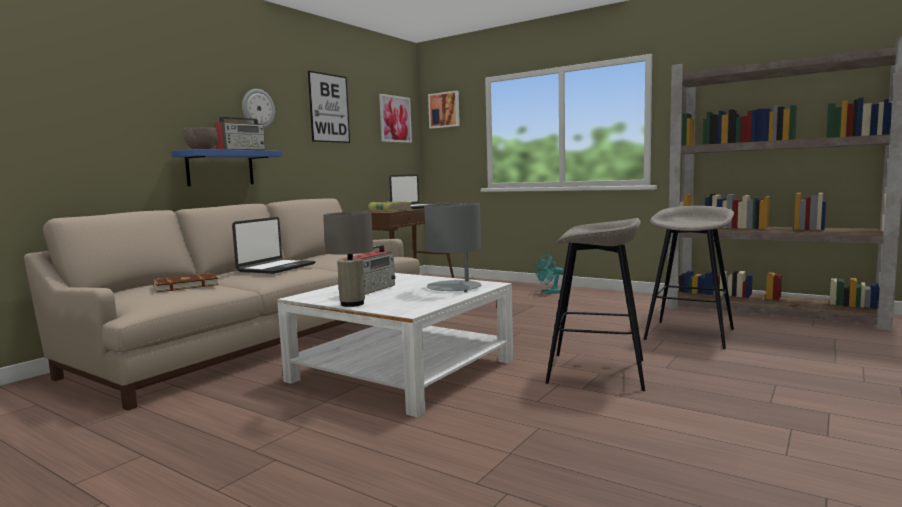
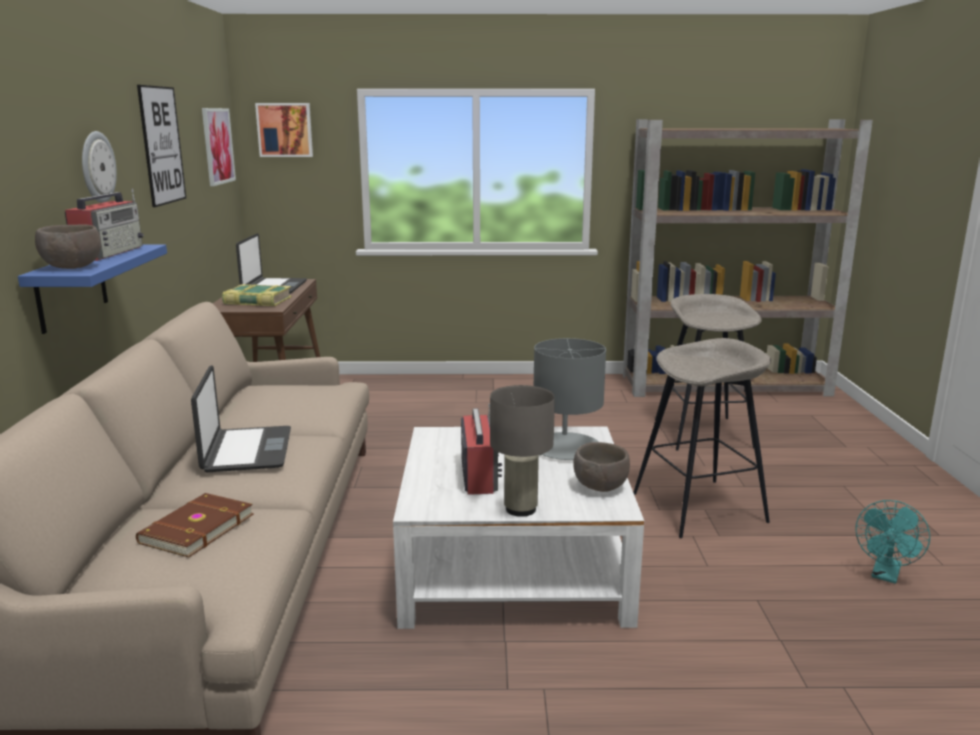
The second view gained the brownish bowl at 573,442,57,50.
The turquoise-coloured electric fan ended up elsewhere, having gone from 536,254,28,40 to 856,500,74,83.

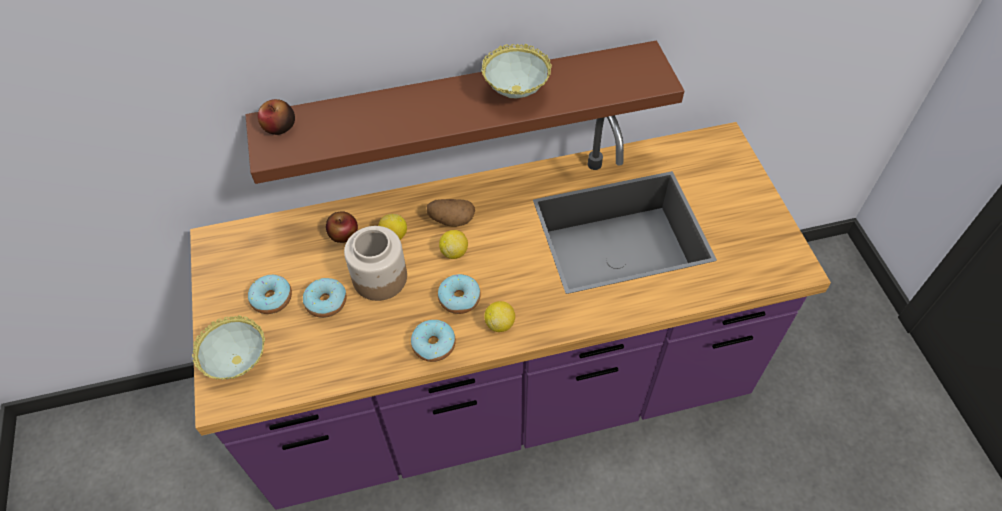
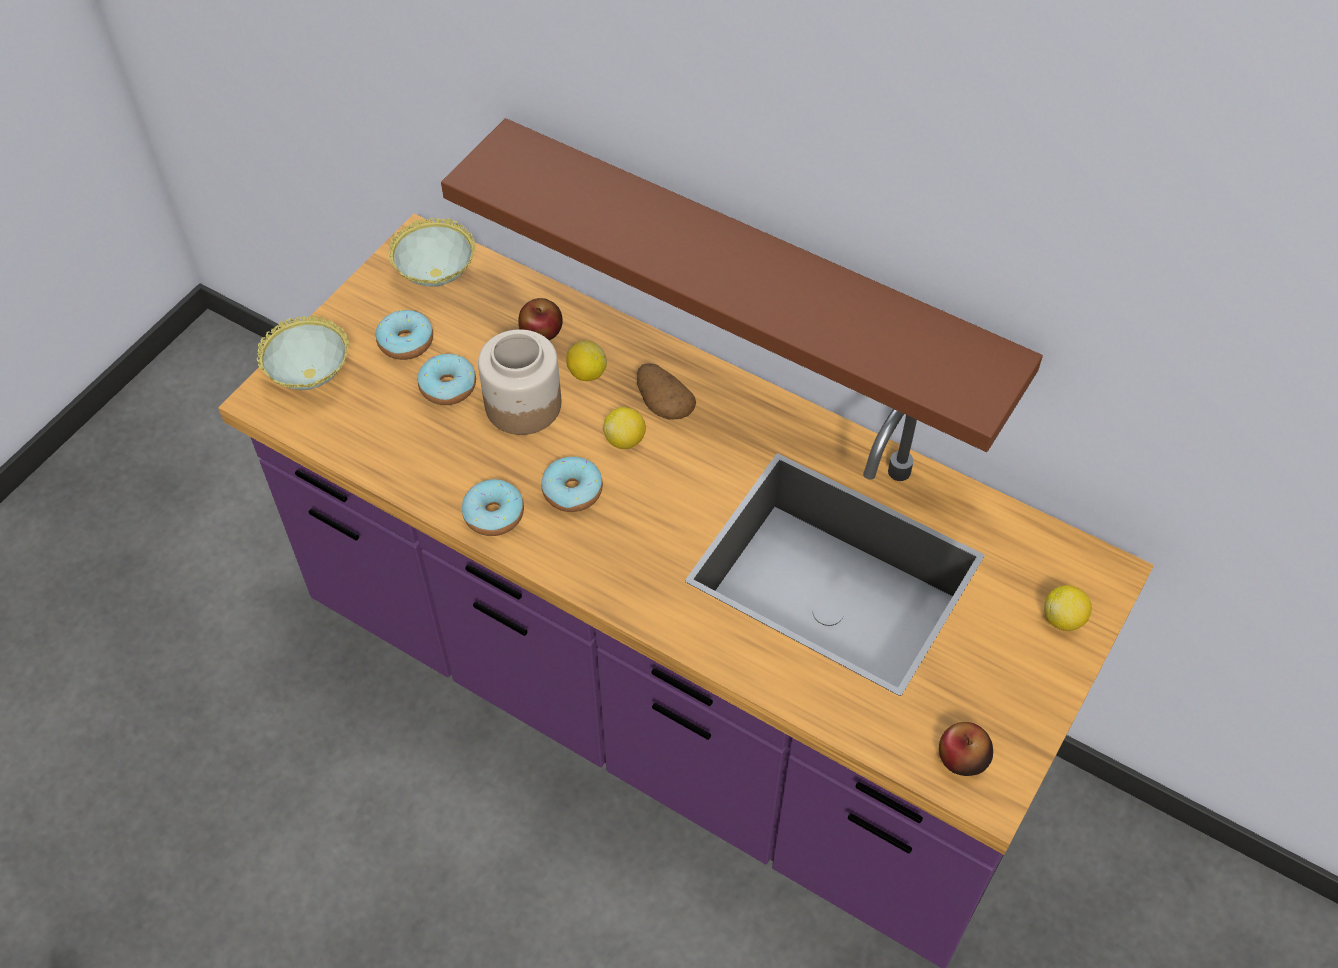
The apple ended up elsewhere, having gone from 258,99,37,36 to 939,722,54,54.
The bowl ended up elsewhere, having gone from 481,44,71,54 to 388,218,87,69.
The lemon ended up elsewhere, having gone from 485,301,30,31 to 1044,585,48,46.

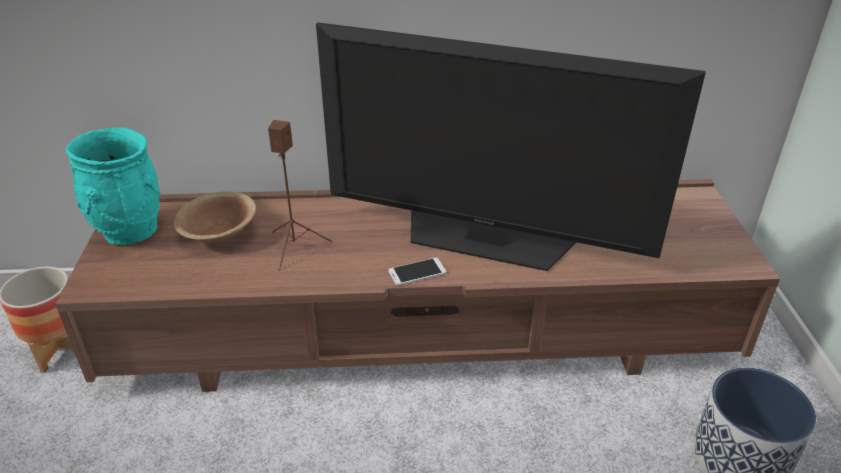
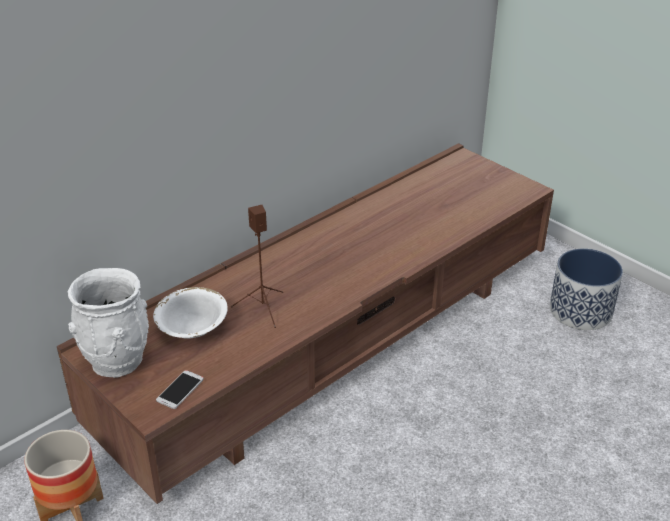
The second view lost the TV at 316,22,390,249.
The telephone ended up elsewhere, having gone from 388,258,59,28 to 156,370,48,39.
What was the turquoise-coloured flower vase at 66,128,95,117 turned into the whitish flower vase at 68,268,81,110.
What was the brownish bowl at 174,191,82,52 turned into the whitish bowl at 153,287,75,52.

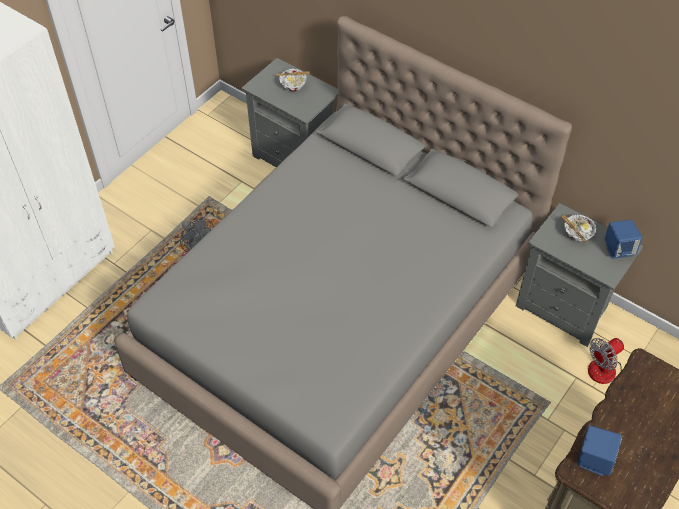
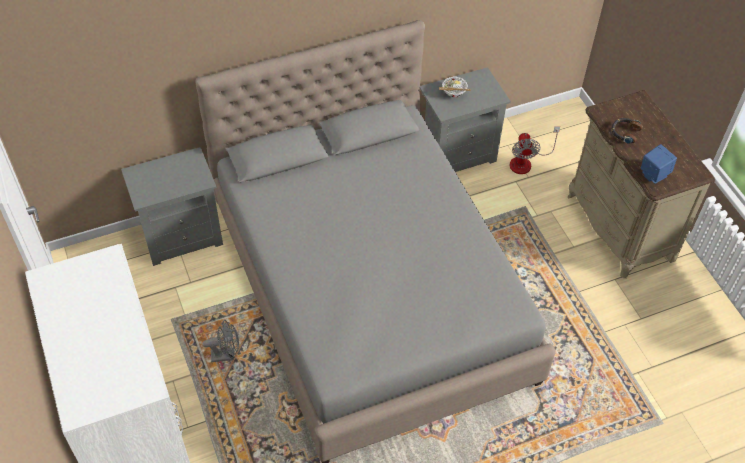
The second view lost the bowl at 276,69,34,22.
The second view lost the bluish audio speaker at 605,220,37,39.
The second view gained the pair of headphones at 611,118,32,26.

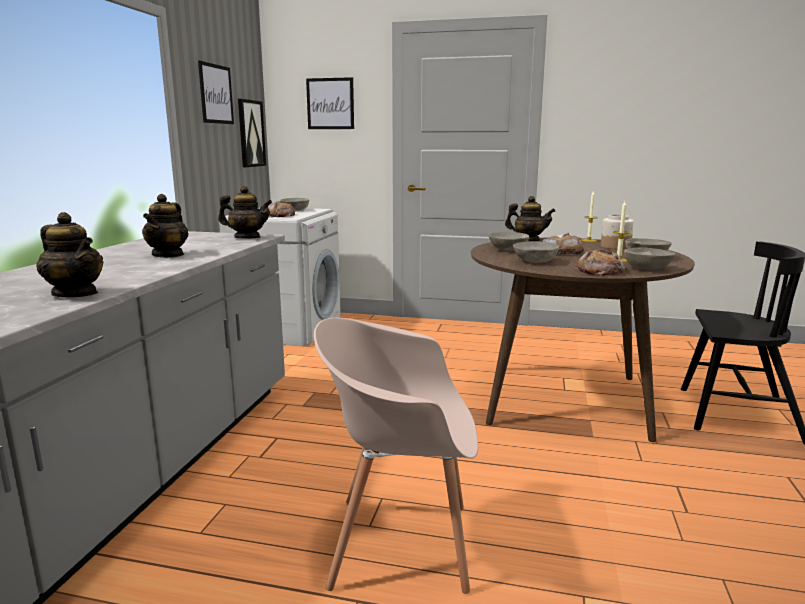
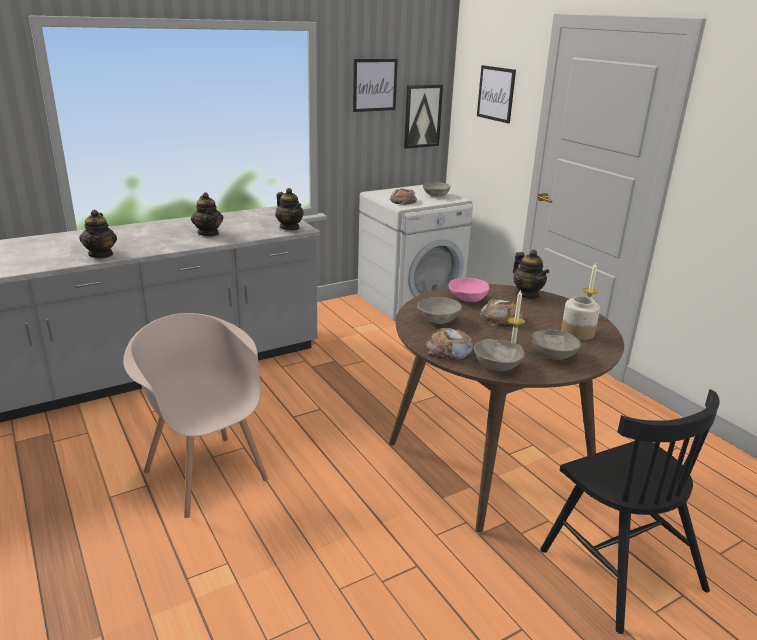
What was the greyish bowl at 489,232,40,19 turned into the pink bowl at 449,278,41,24.
The pot for tea at 142,194,47,64 ended up facing another way, 75 degrees counterclockwise from before.

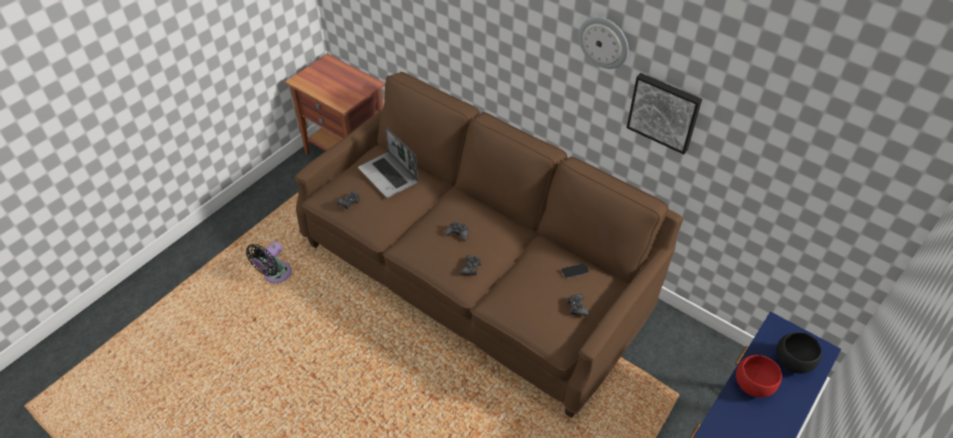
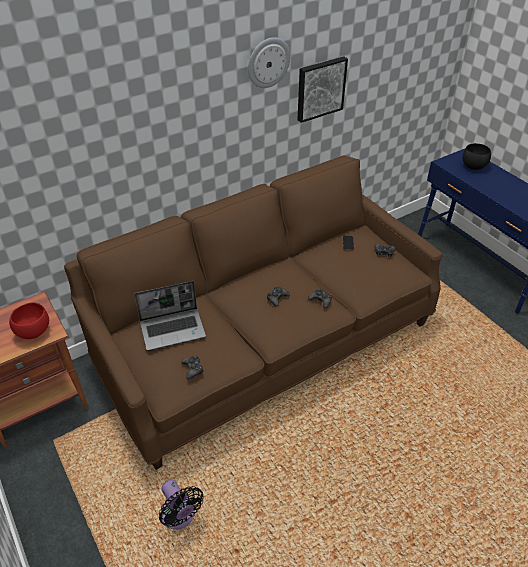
The red bowl ended up elsewhere, having gone from 736,355,46,43 to 9,302,40,37.

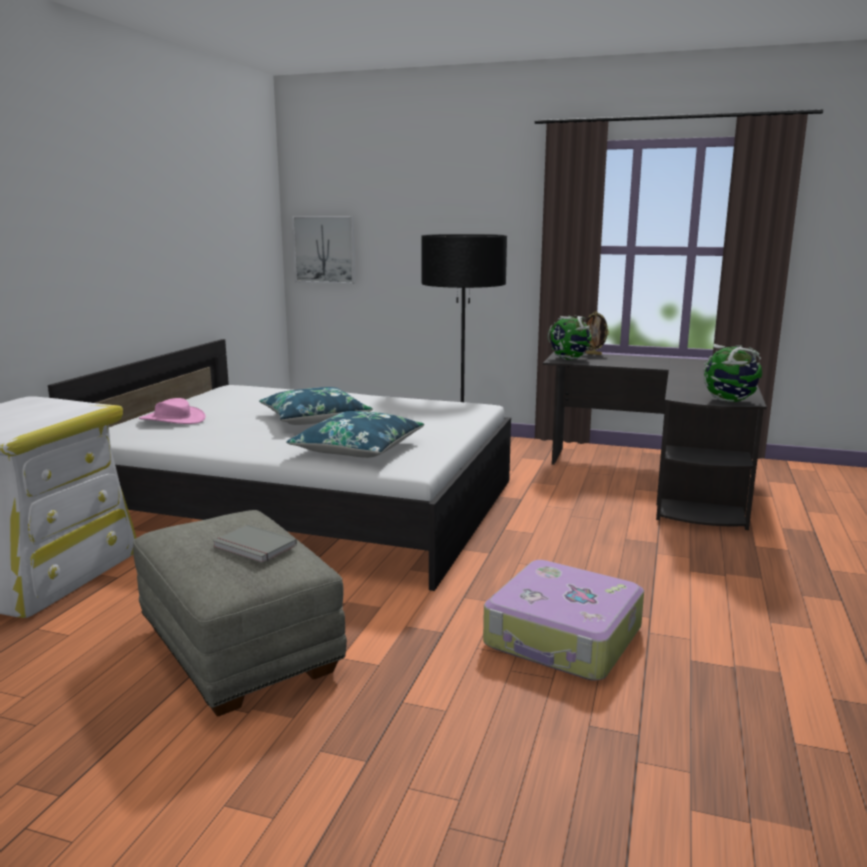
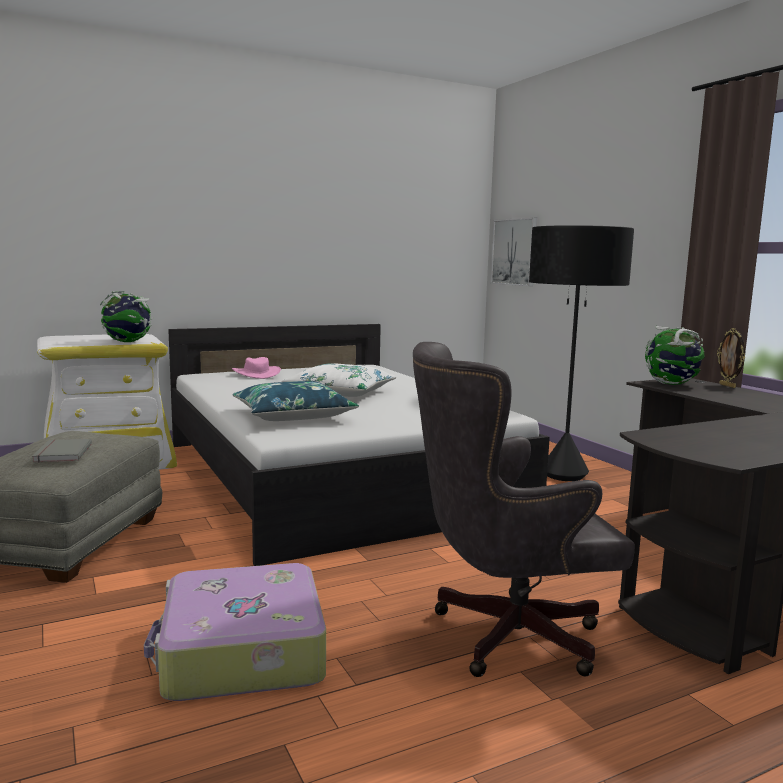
The second view gained the greyish computer chair at 413,342,222,335.
The desk globe ended up elsewhere, having gone from 704,344,58,58 to 100,291,54,51.
What was the bluish cushion at 259,387,114,38 turned into the whitish cushion at 281,363,116,34.

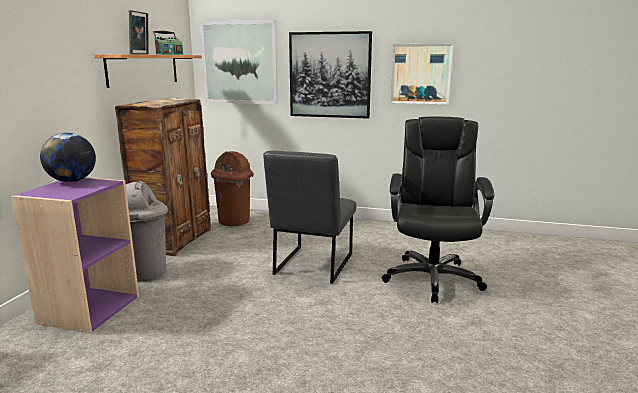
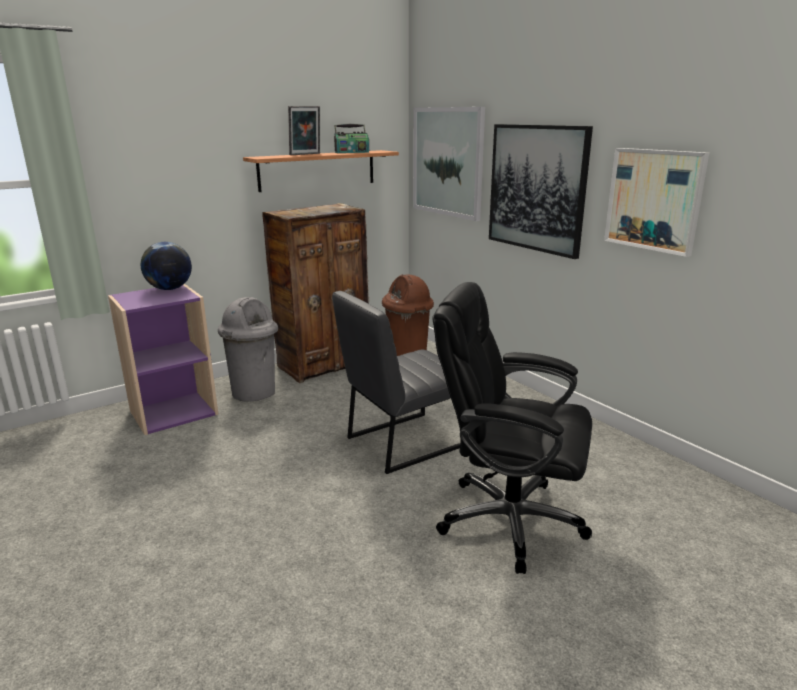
The black computer chair at 381,116,113,187 ended up facing another way, 120 degrees counterclockwise from before.

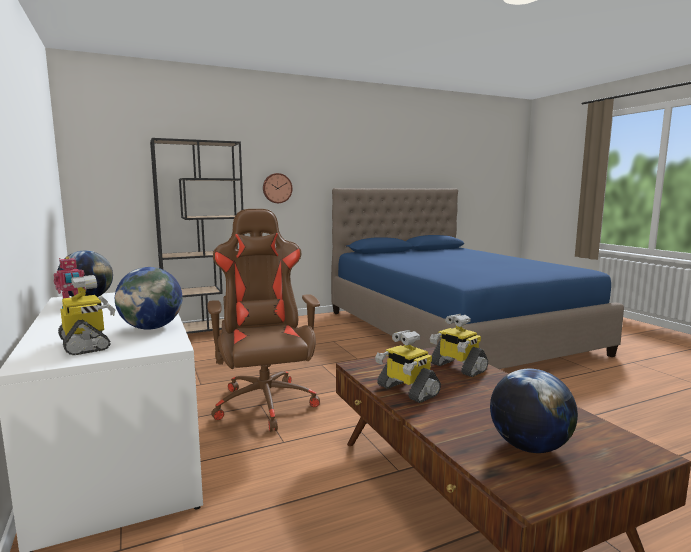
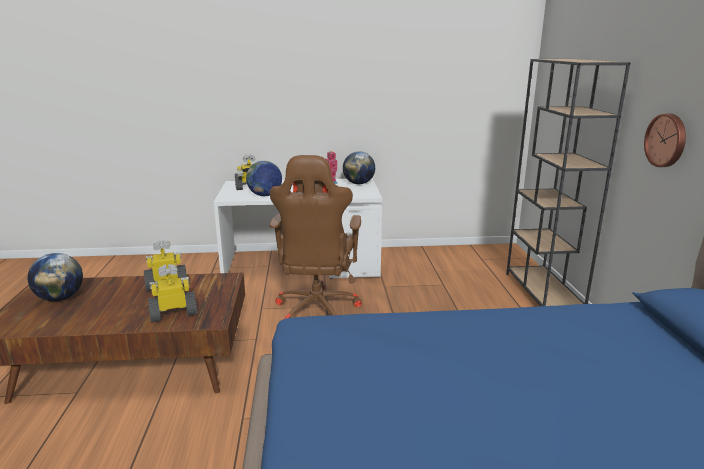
The brownish computer chair at 207,209,113,223 ended up facing another way, 90 degrees clockwise from before.

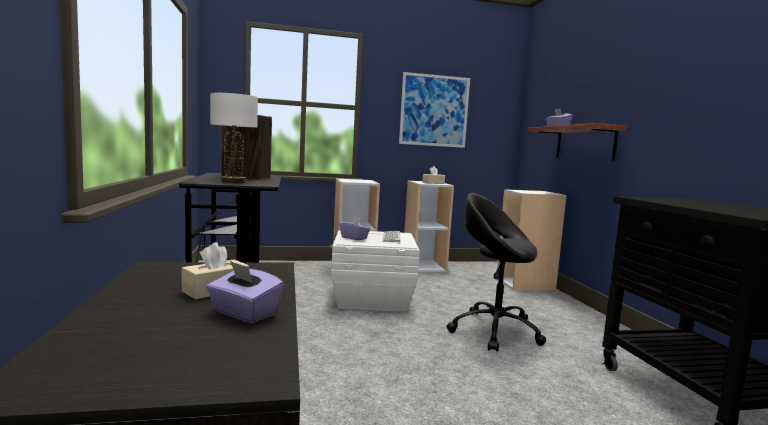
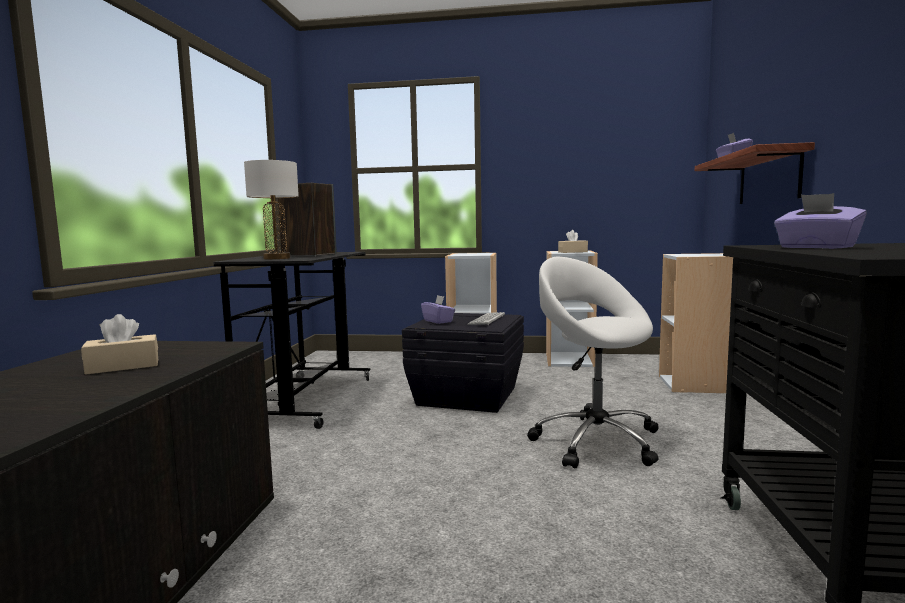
The second view lost the wall picture at 399,72,71,76.
The purple-coloured tissue box ended up elsewhere, having gone from 207,261,77,62 to 774,193,93,56.
What was the whitish storage bin at 329,230,91,82 turned into the black storage bin at 402,313,122,100.
What was the black computer chair at 447,193,99,158 turned into the whitish computer chair at 527,256,132,212.

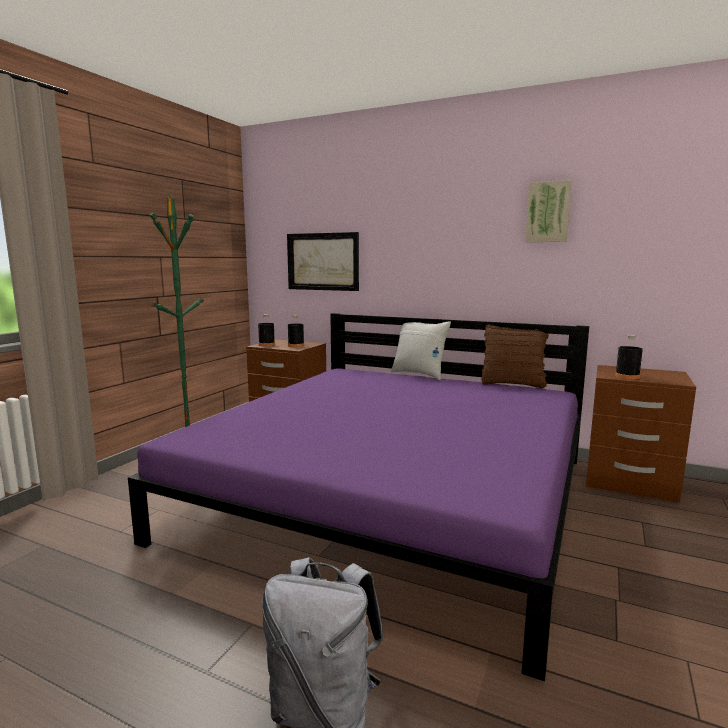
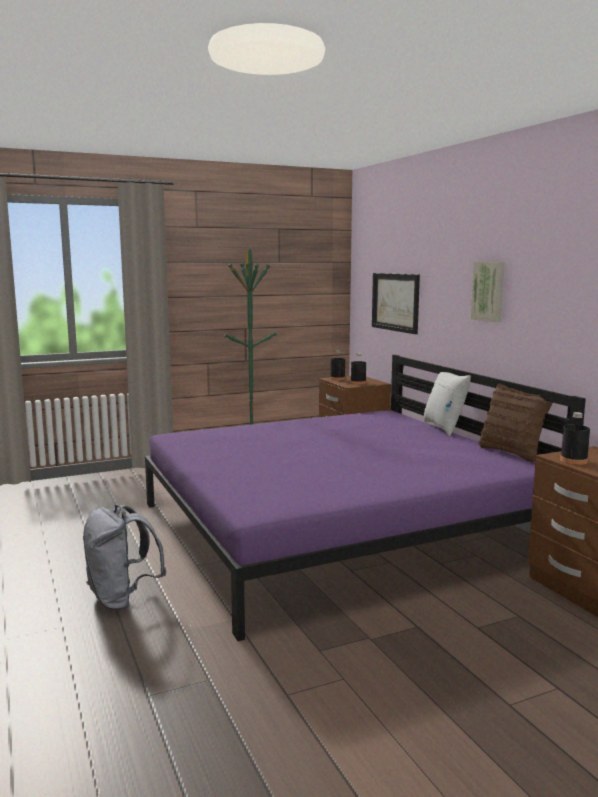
The wall picture ended up elsewhere, having gone from 525,180,47,62 to 471,262,34,60.

